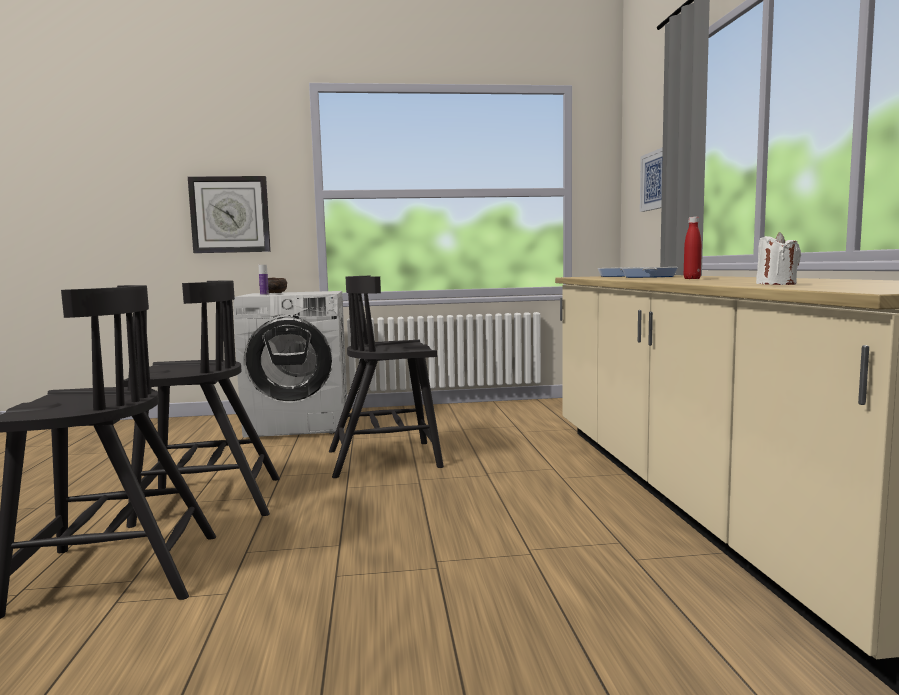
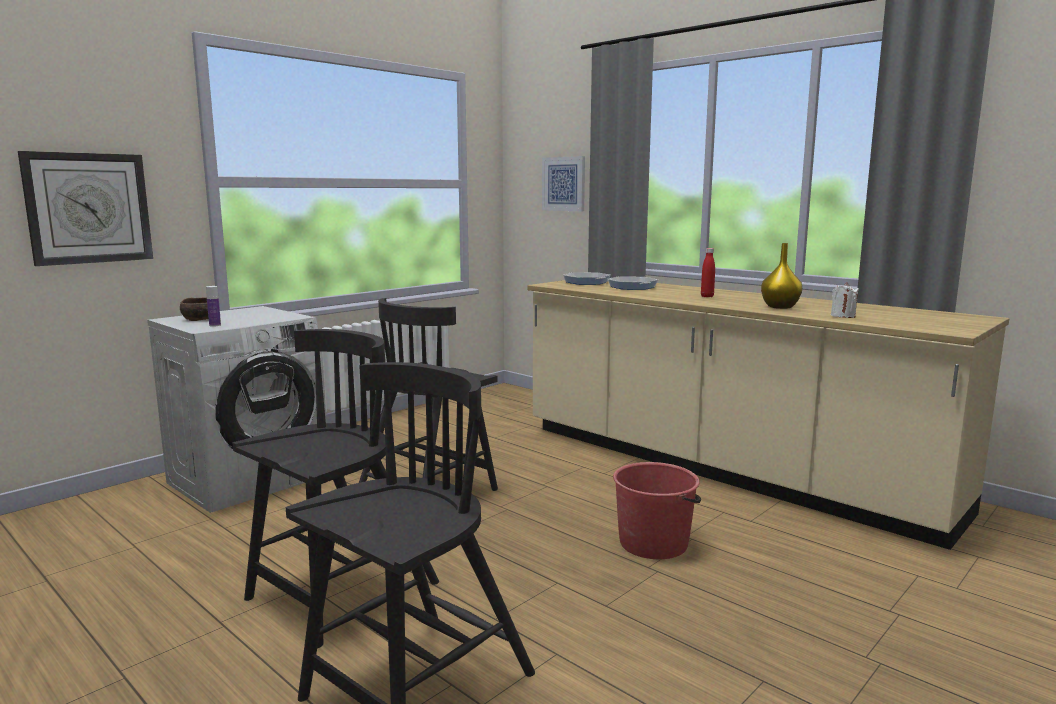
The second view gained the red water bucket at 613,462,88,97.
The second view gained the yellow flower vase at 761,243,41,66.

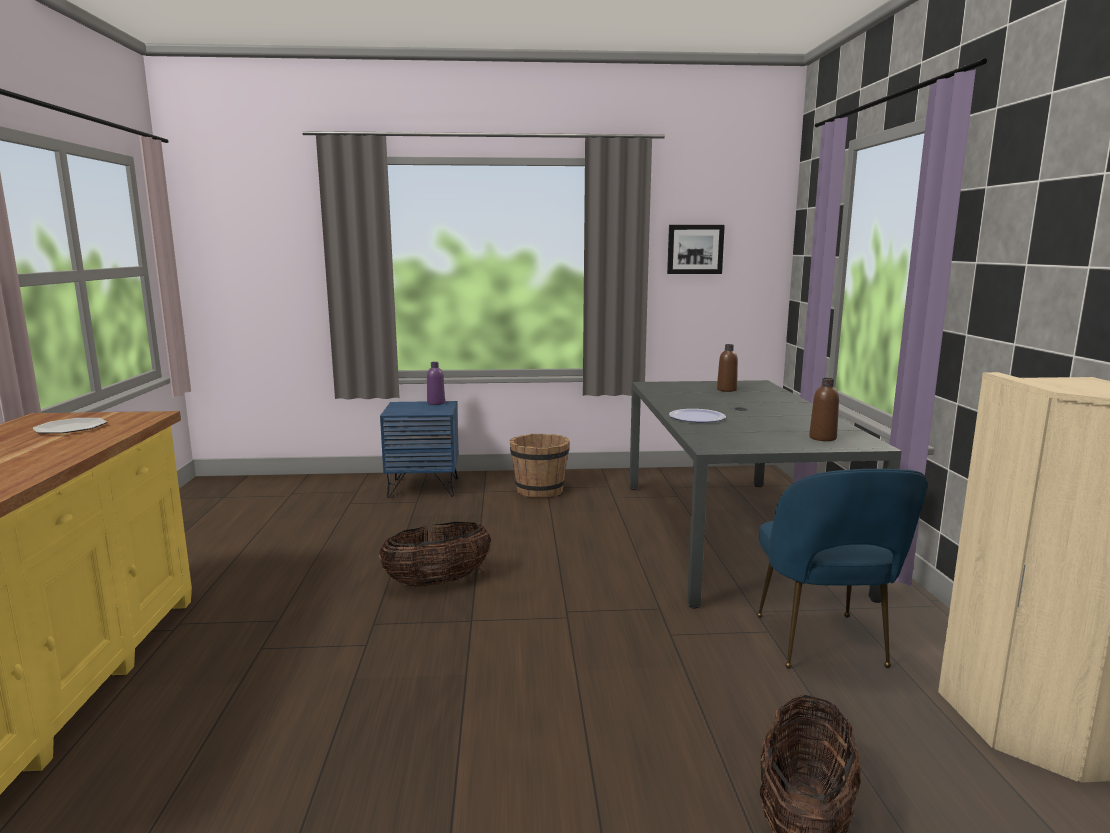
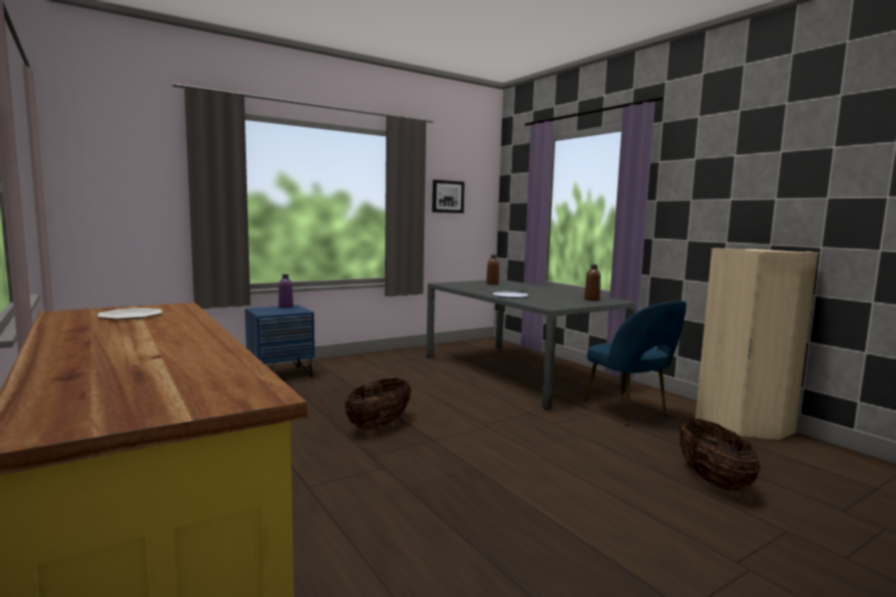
The second view lost the brownish water bucket at 510,434,60,64.

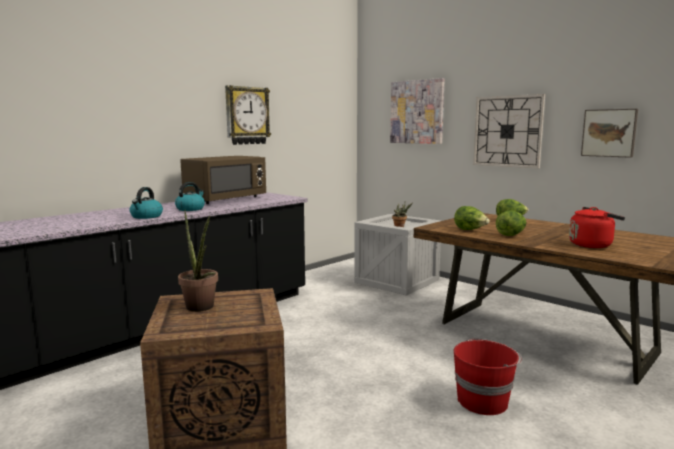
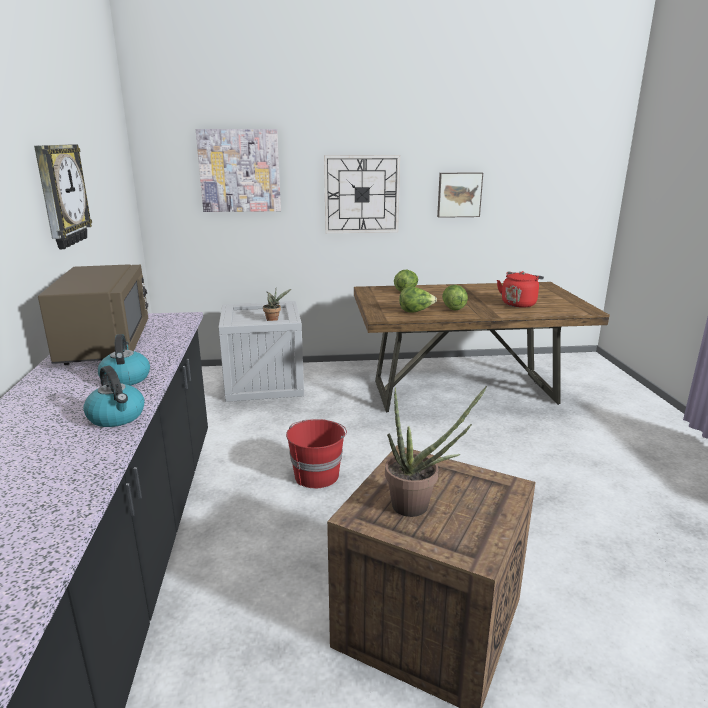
The red water bucket ended up elsewhere, having gone from 454,339,68,76 to 286,419,61,69.

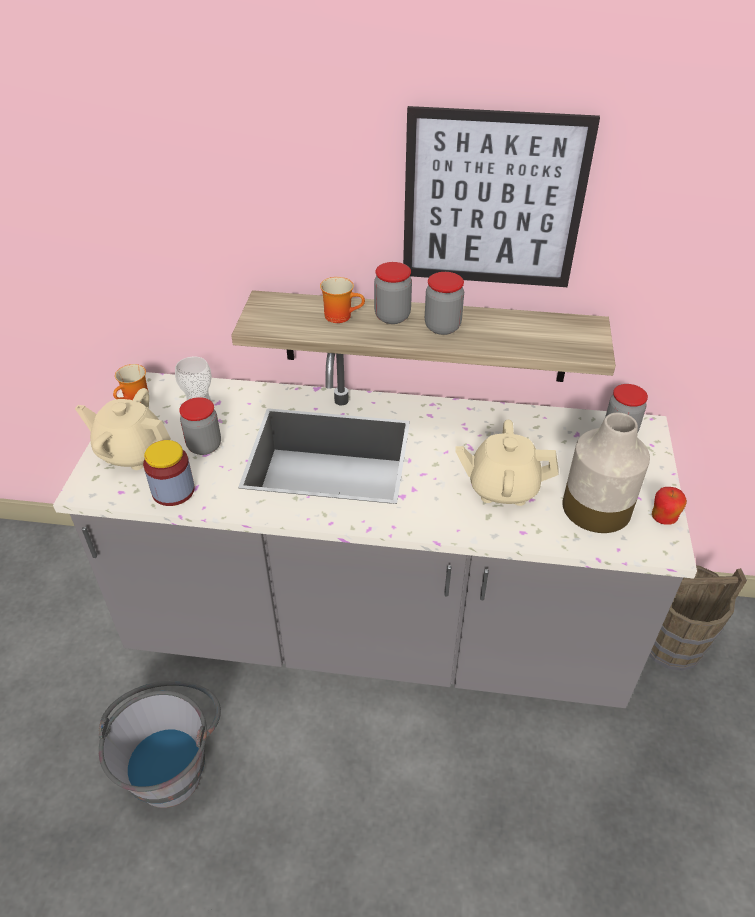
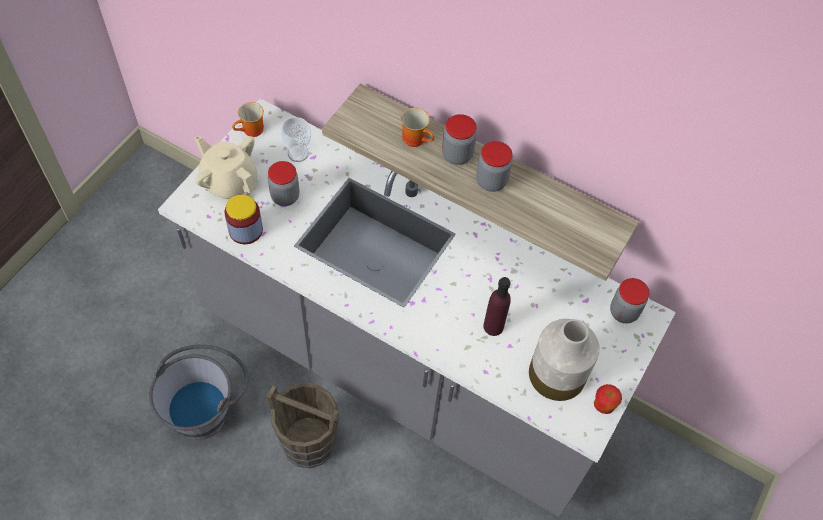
The second view lost the wall picture at 403,106,197,181.
The brownish water bucket ended up elsewhere, having gone from 649,565,98,106 to 267,382,73,86.
Where the beige-coloured pot for tea stood at 456,420,102,86, the purple-coloured beverage bottle came to stand at 483,277,28,59.

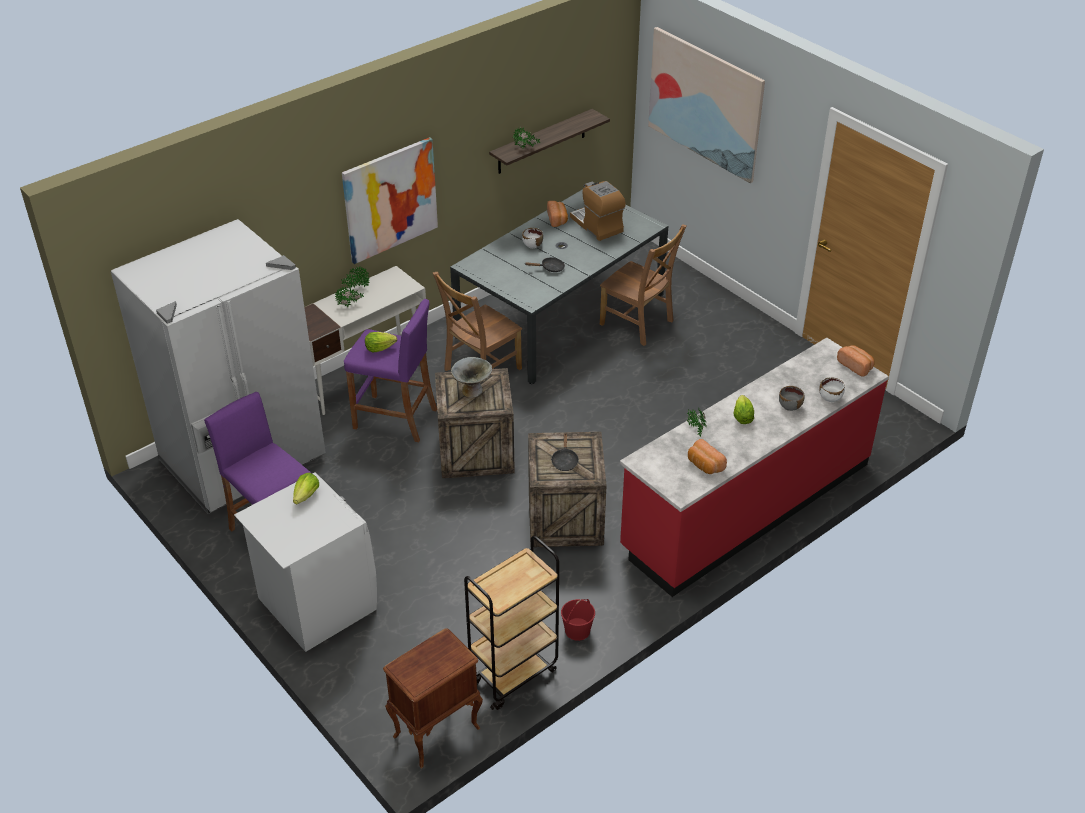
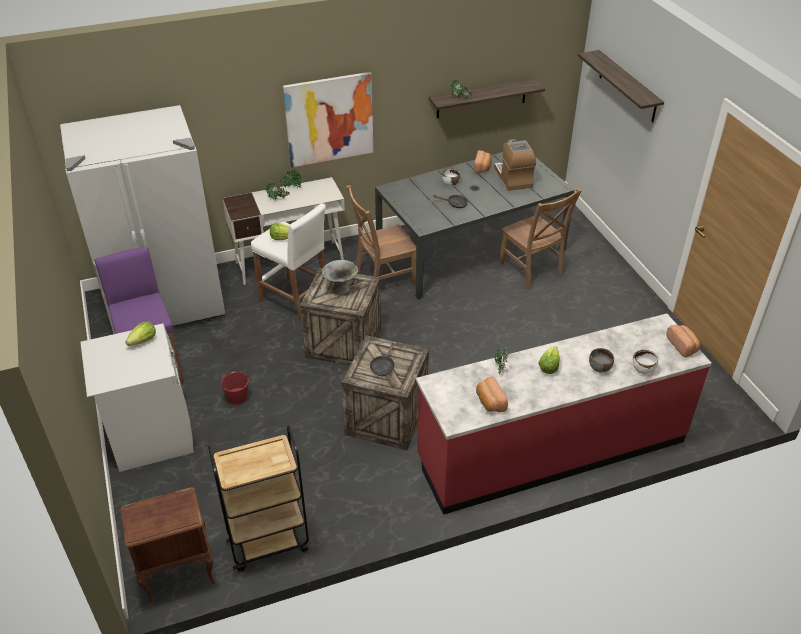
The red water bucket ended up elsewhere, having gone from 561,599,34,42 to 221,371,28,34.
Where the wall picture hung at 648,27,117,156, the shelf came to hang at 578,50,86,73.
What was the purple-coloured stool seat at 344,299,93,143 turned into the whitish stool seat at 251,203,75,120.

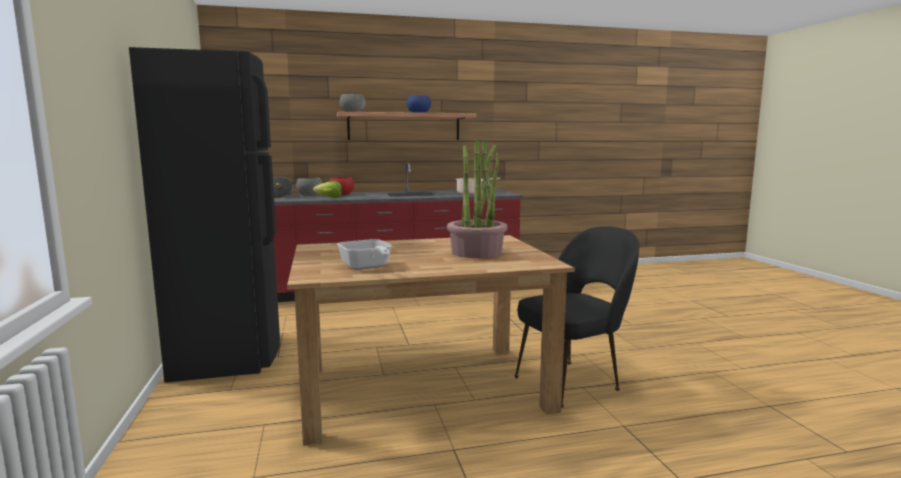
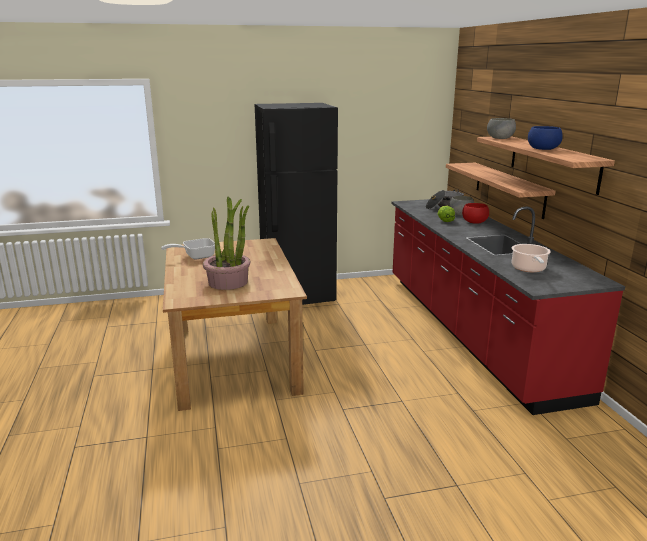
The second view lost the black upright chair at 515,226,124,182.
The second view gained the shelf at 446,163,110,56.

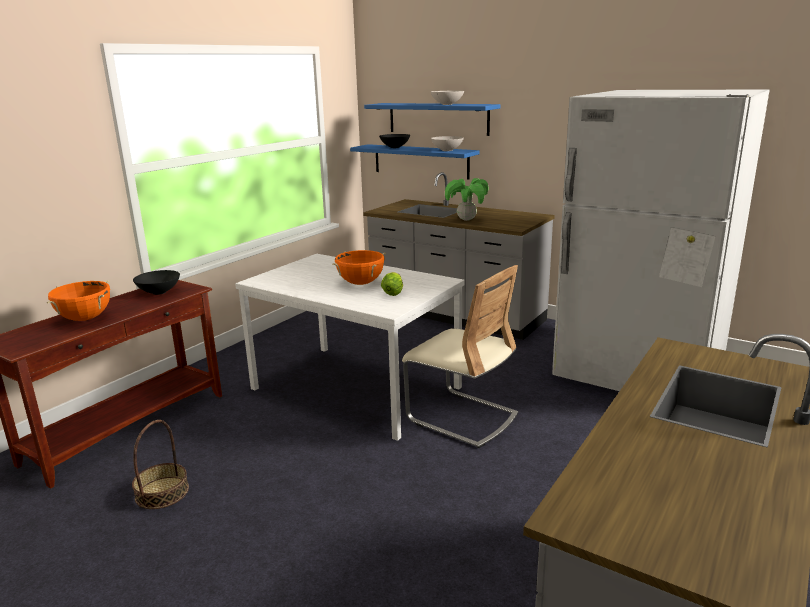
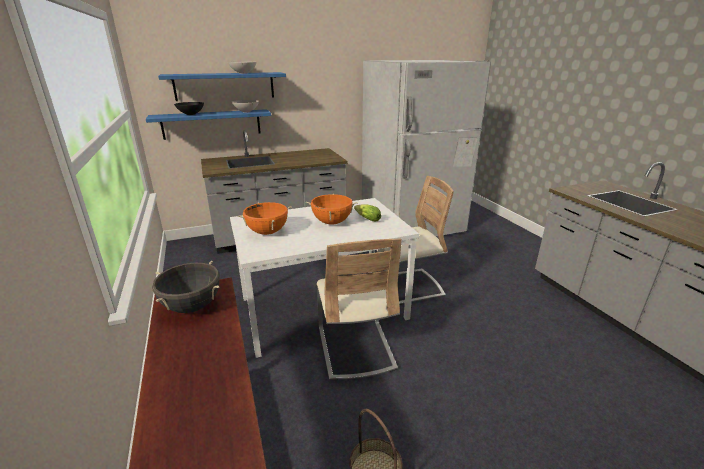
The second view lost the houseplant at 445,178,43,43.
The second view gained the beige-coloured upright chair at 317,238,85,142.
The orange-coloured saucepot ended up elsewhere, having gone from 47,281,63,40 to 238,202,54,33.
Where the black bowl stood at 133,270,47,25, the black saucepot came to stand at 152,261,68,52.

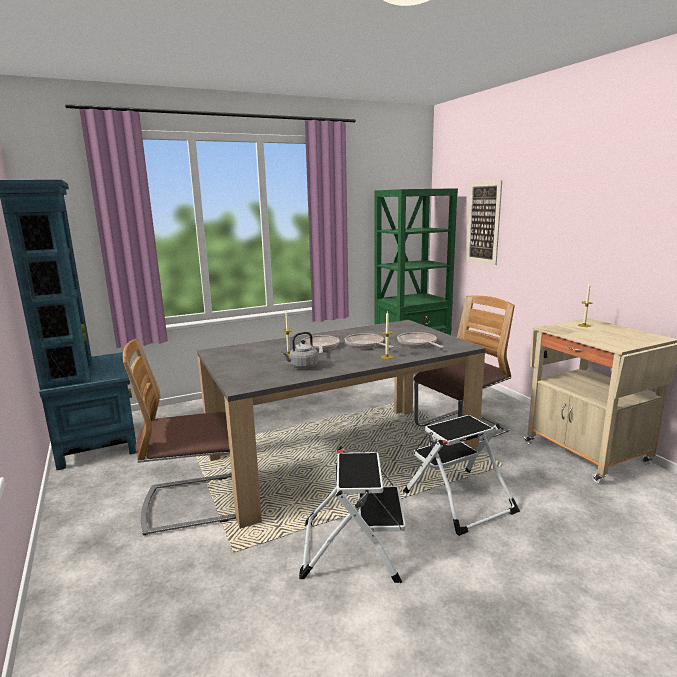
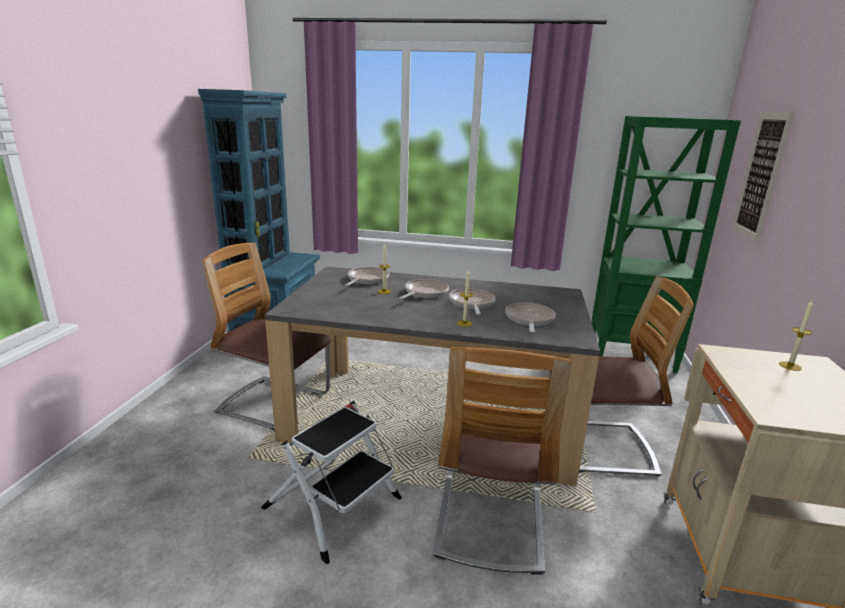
The second view lost the greyish water kettle at 281,332,37,37.
The second view gained the pan at 345,267,44,19.
Where the stepladder stood at 403,415,117,121, the upright chair came to stand at 433,347,138,228.

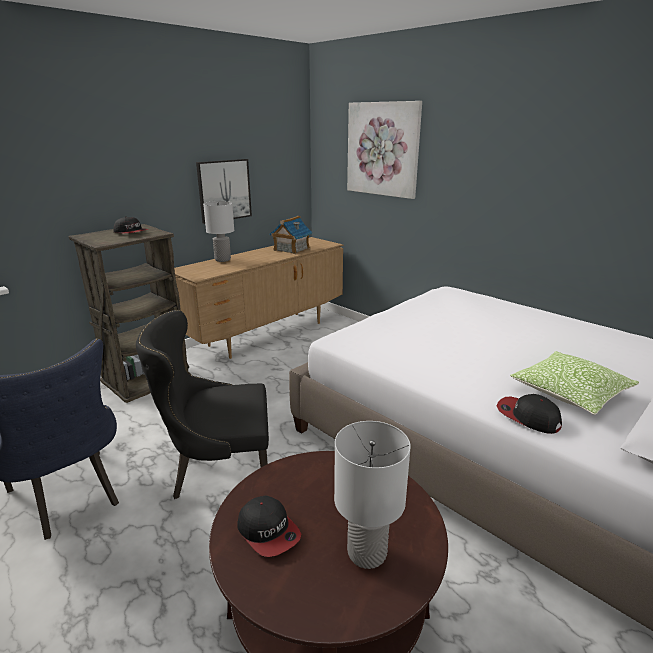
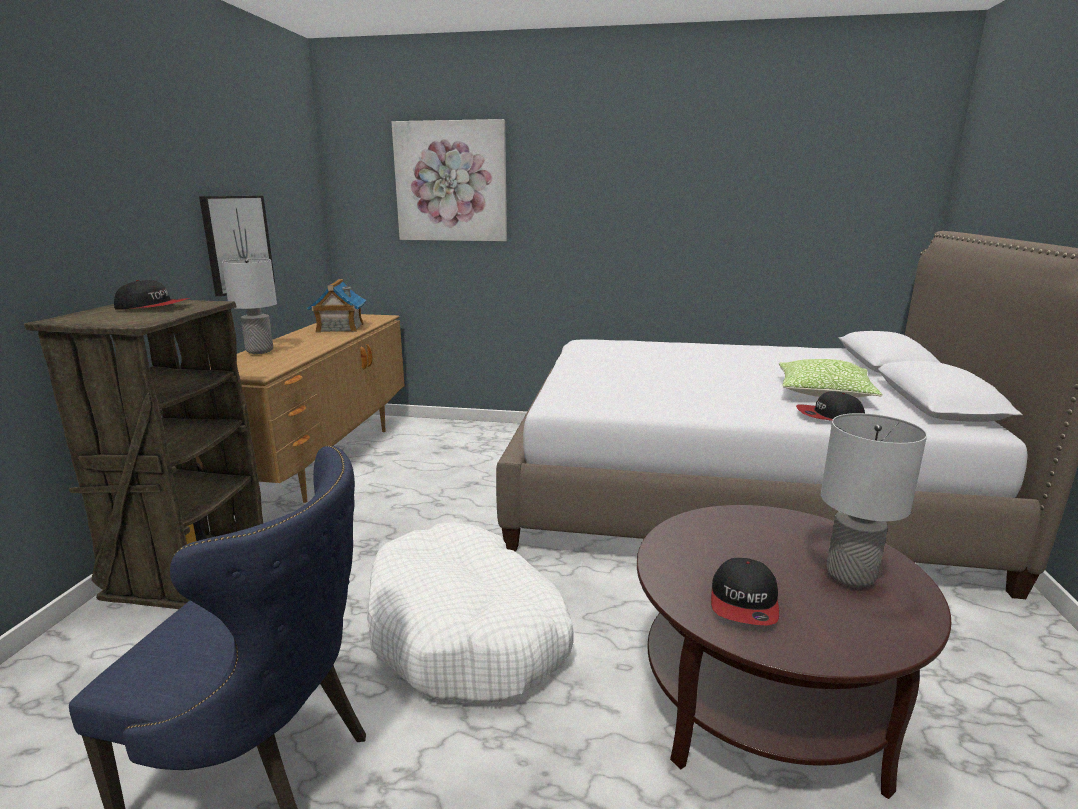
Where the black upright chair stood at 136,310,133,189, the whitish dog bed came to stand at 367,522,206,181.
The cap at 237,496,64,61 ended up facing another way, 90 degrees clockwise from before.

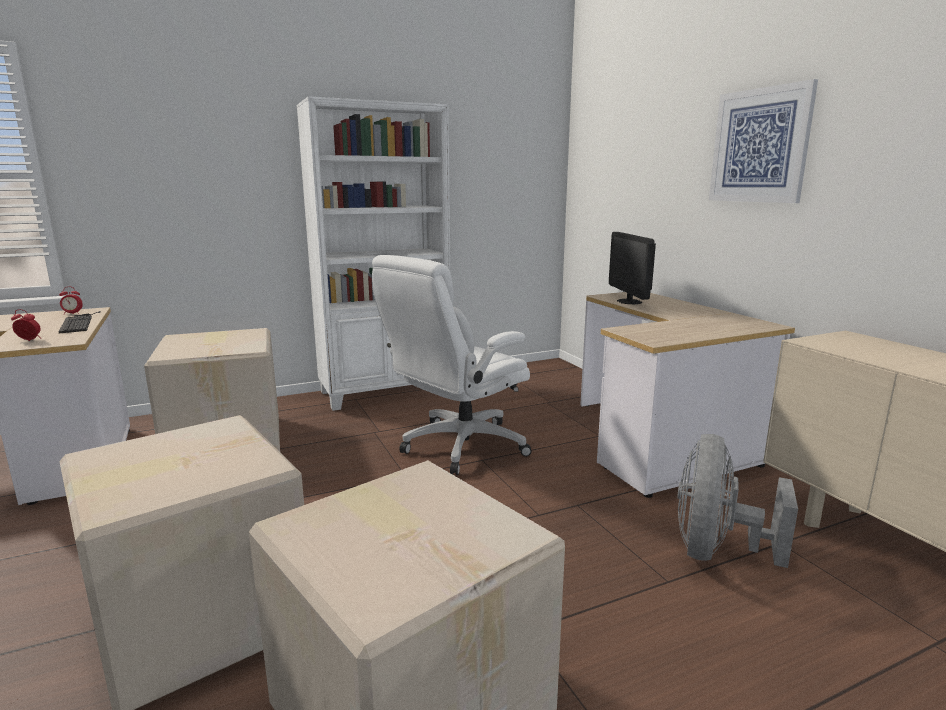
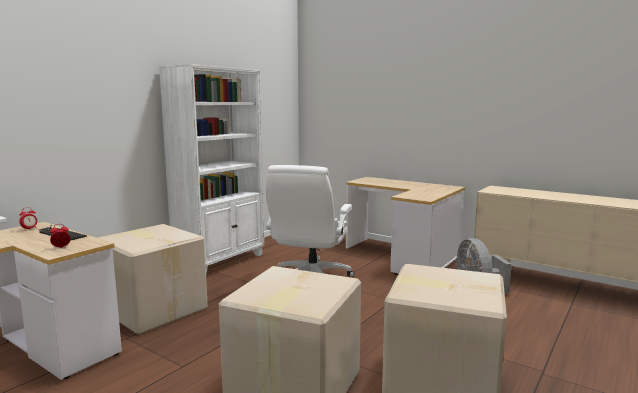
The second view lost the computer screen at 609,232,47,72.
The second view lost the wall picture at 709,79,109,124.

